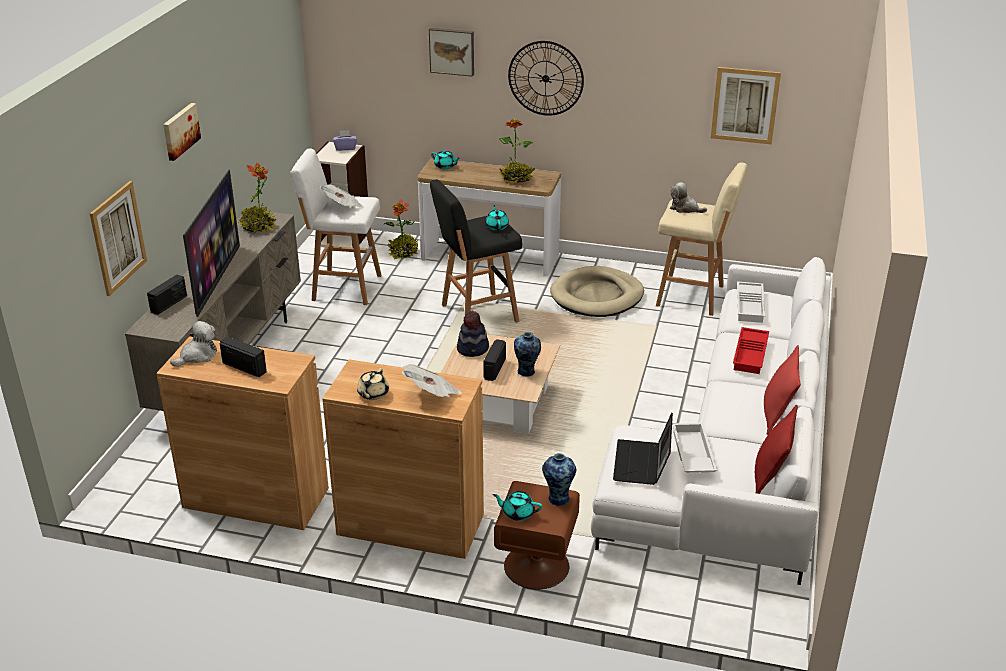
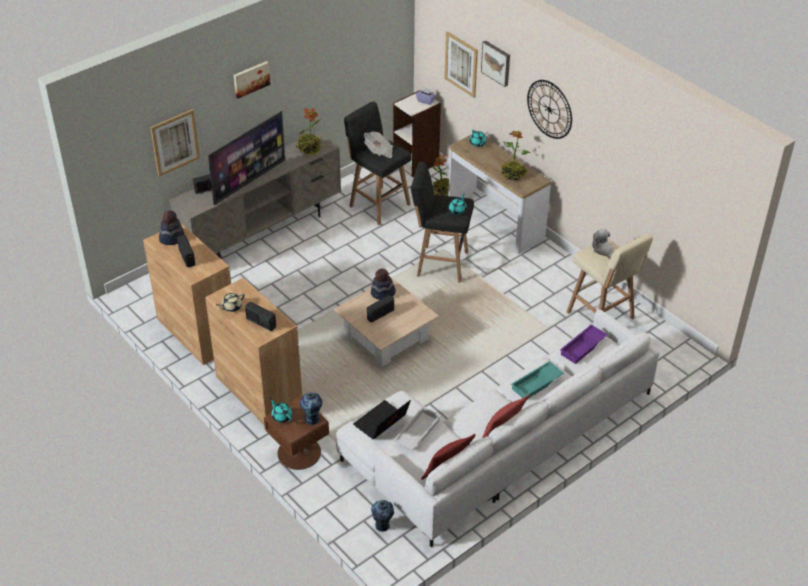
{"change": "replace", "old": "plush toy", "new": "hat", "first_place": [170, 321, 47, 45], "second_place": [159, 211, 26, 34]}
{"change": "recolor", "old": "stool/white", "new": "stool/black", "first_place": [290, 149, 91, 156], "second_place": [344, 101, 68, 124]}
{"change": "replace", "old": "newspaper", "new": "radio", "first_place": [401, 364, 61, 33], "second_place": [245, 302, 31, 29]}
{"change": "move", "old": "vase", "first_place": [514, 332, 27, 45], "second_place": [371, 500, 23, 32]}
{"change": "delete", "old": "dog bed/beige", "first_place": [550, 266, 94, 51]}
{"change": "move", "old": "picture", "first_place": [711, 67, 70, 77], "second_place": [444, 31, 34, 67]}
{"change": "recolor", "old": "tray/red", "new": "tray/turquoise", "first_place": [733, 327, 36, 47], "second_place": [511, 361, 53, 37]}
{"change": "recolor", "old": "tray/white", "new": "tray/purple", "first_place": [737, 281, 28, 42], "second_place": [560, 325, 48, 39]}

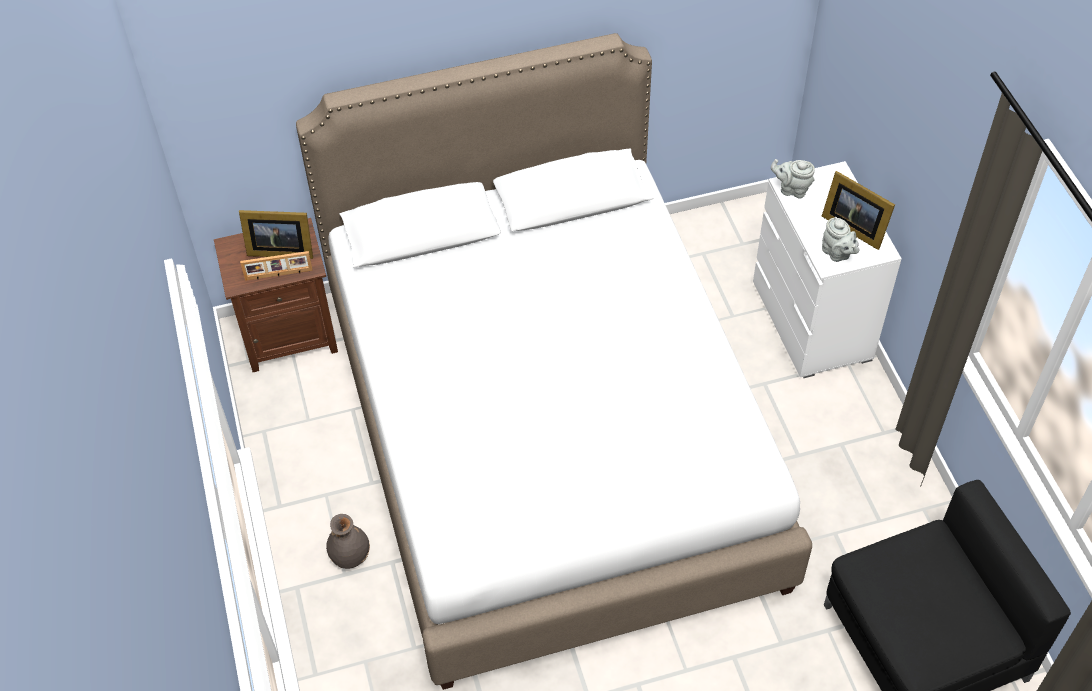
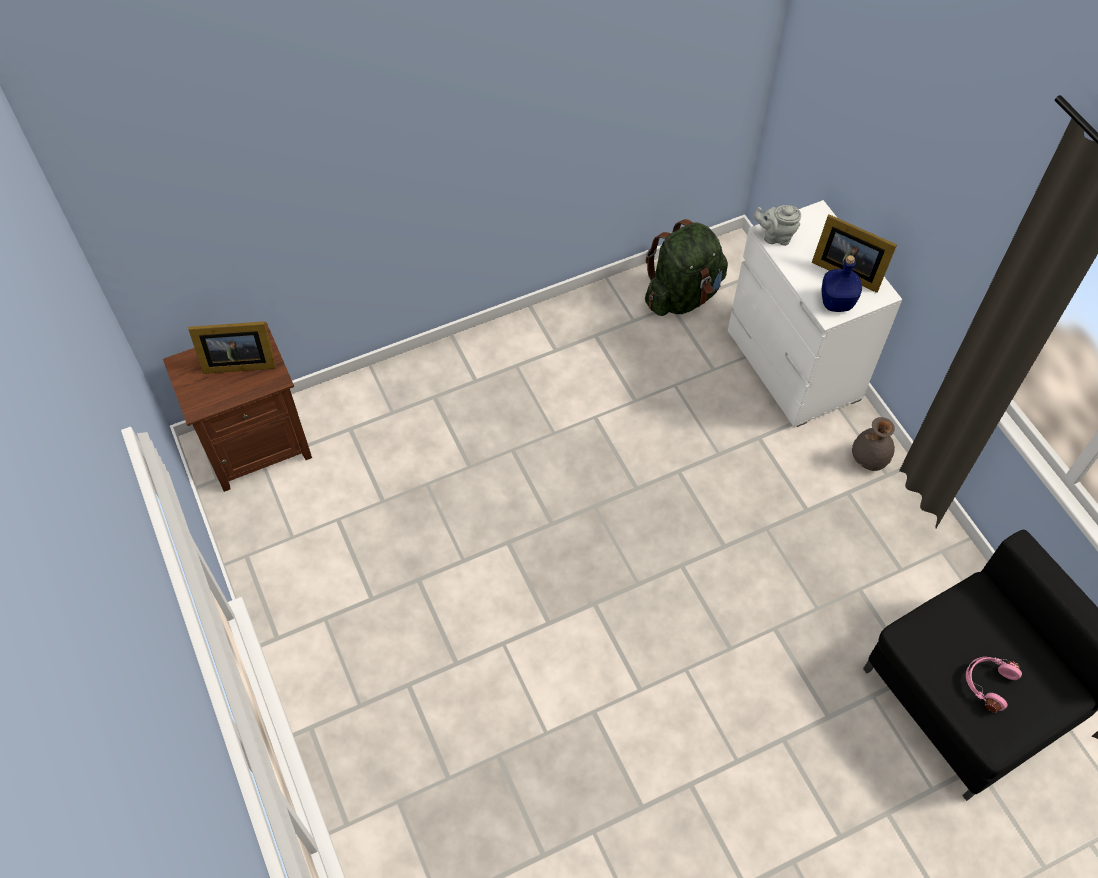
{"change": "delete", "old": "picture frame", "first_place": [240, 251, 73, 30]}
{"change": "delete", "old": "bed/white", "first_place": [296, 33, 516, 657]}
{"change": "move", "old": "vase/grey", "first_place": [326, 514, 44, 55], "second_place": [852, 417, 43, 54]}
{"change": "replace", "old": "teapot/grey", "new": "bottle/blue", "first_place": [822, 217, 37, 45], "second_place": [822, 255, 40, 57]}
{"change": "insert", "new": "backpack/green", "second_place": [645, 219, 83, 97]}
{"change": "insert", "new": "headphones/pink", "second_place": [966, 657, 56, 56]}

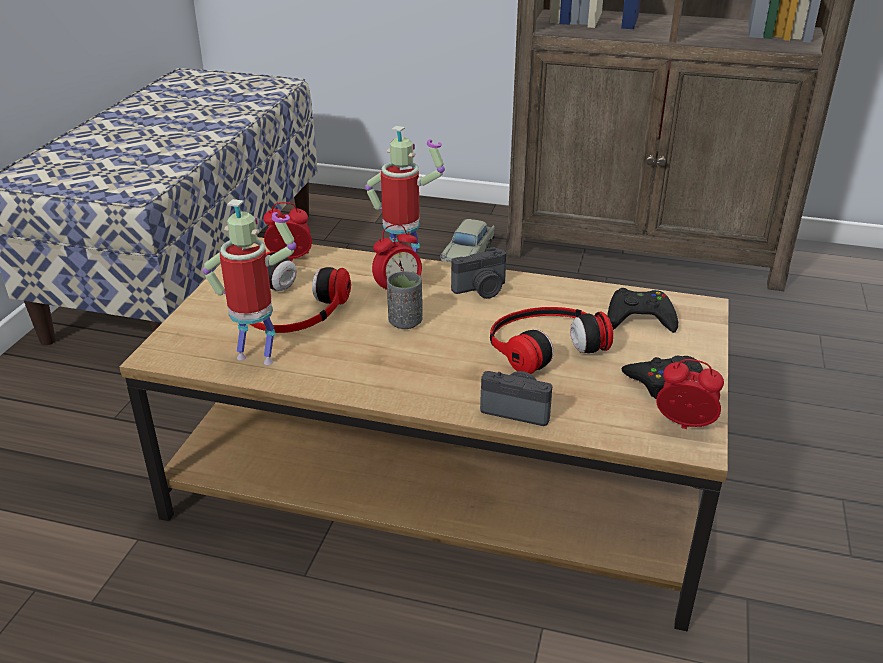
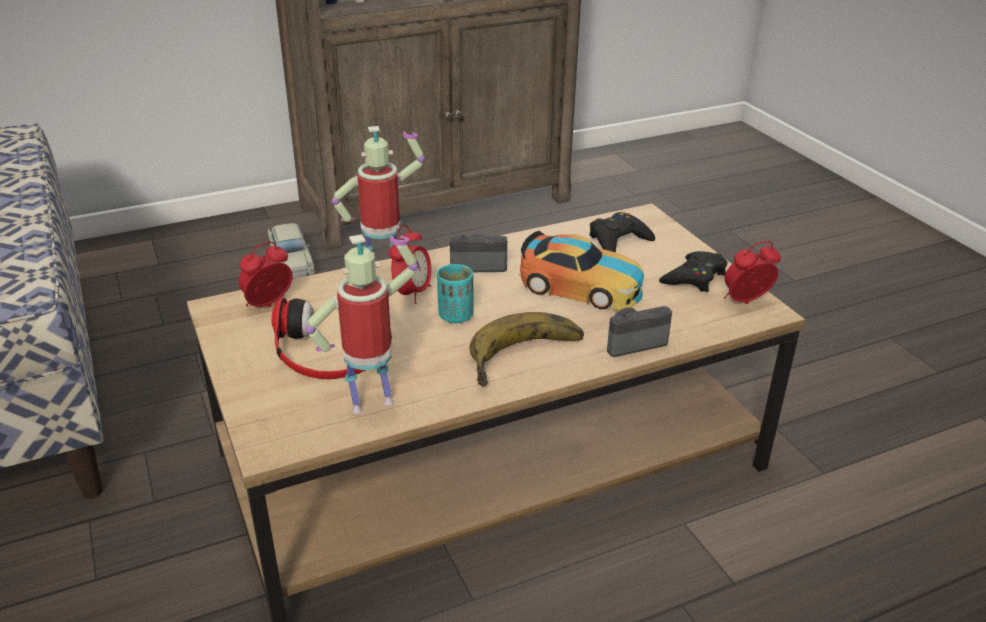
{"change": "recolor", "old": "cup/grey", "new": "cup/turquoise", "first_place": [387, 271, 35, 58], "second_place": [437, 264, 37, 59]}
{"change": "rotate", "old": "photo camera", "first_place": [451, 247, 55, 52], "second_place": [450, 234, 57, 38], "degrees": -120}
{"change": "replace", "old": "headphones", "new": "toy car", "first_place": [490, 307, 123, 67], "second_place": [519, 231, 125, 80]}
{"change": "insert", "new": "banana", "second_place": [470, 312, 114, 74]}

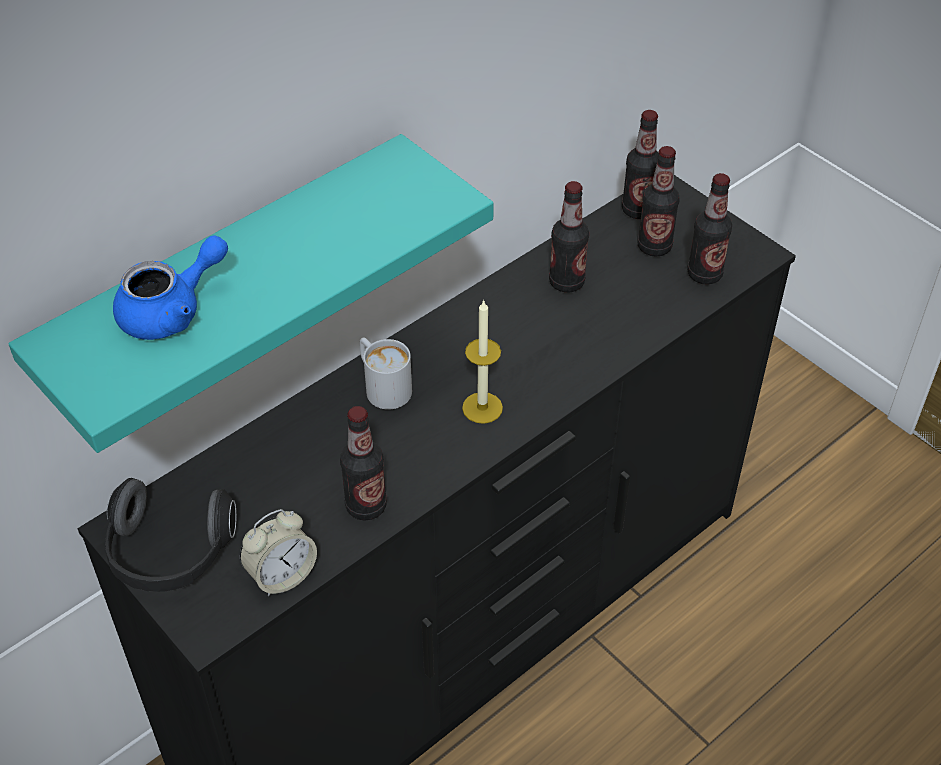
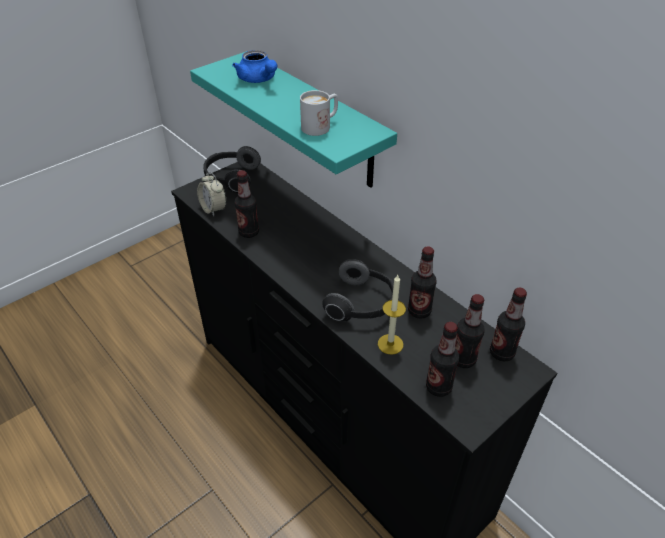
{"change": "move", "old": "mug/white", "first_place": [360, 338, 52, 71], "second_place": [300, 90, 38, 46]}
{"change": "move", "old": "candle", "first_place": [462, 299, 41, 125], "second_place": [378, 275, 28, 80]}
{"change": "insert", "new": "headphones", "second_place": [322, 259, 72, 62]}

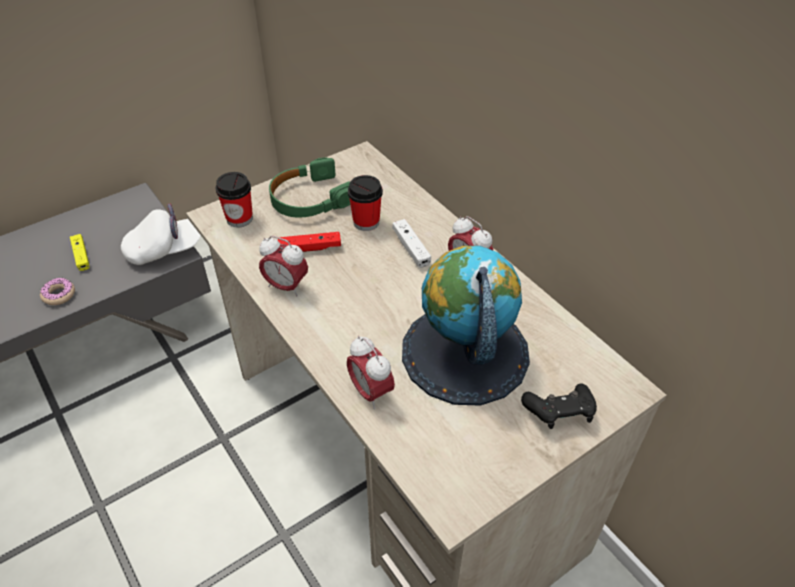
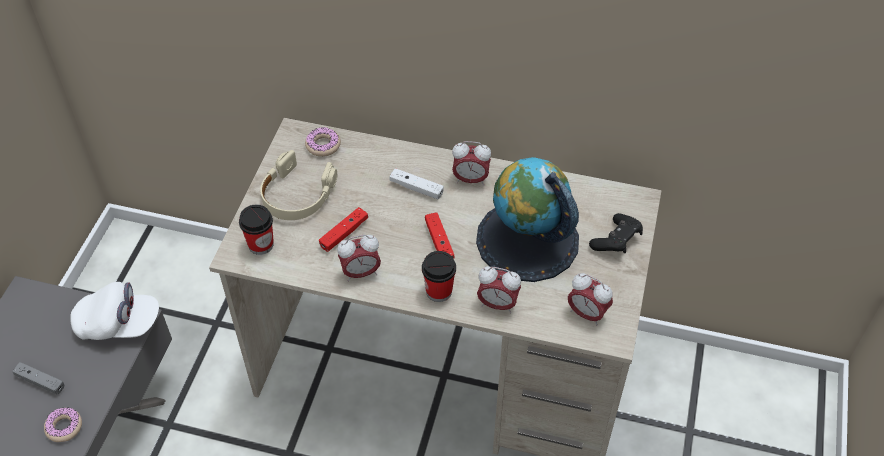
{"change": "recolor", "old": "game controller/yellow", "new": "game controller/grey", "first_place": [70, 234, 20, 37], "second_place": [12, 362, 52, 32]}
{"change": "rotate", "old": "cap/white", "first_place": [121, 203, 80, 62], "second_place": [70, 282, 89, 58], "degrees": 60}
{"change": "recolor", "old": "headphones/green", "new": "headphones/beige", "first_place": [269, 158, 81, 59], "second_place": [260, 150, 77, 70]}
{"change": "move", "old": "cup", "first_place": [348, 175, 35, 56], "second_place": [422, 251, 34, 51]}
{"change": "insert", "new": "donut", "second_place": [305, 127, 36, 30]}
{"change": "insert", "new": "game controller/red", "second_place": [425, 212, 29, 47]}
{"change": "insert", "new": "alarm clock", "second_place": [568, 273, 45, 53]}

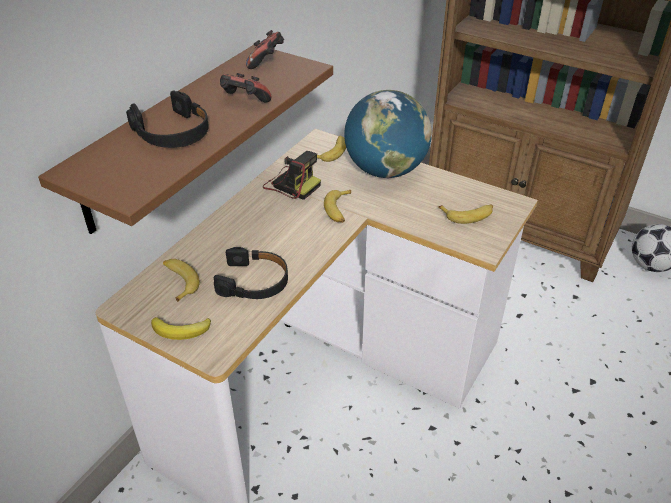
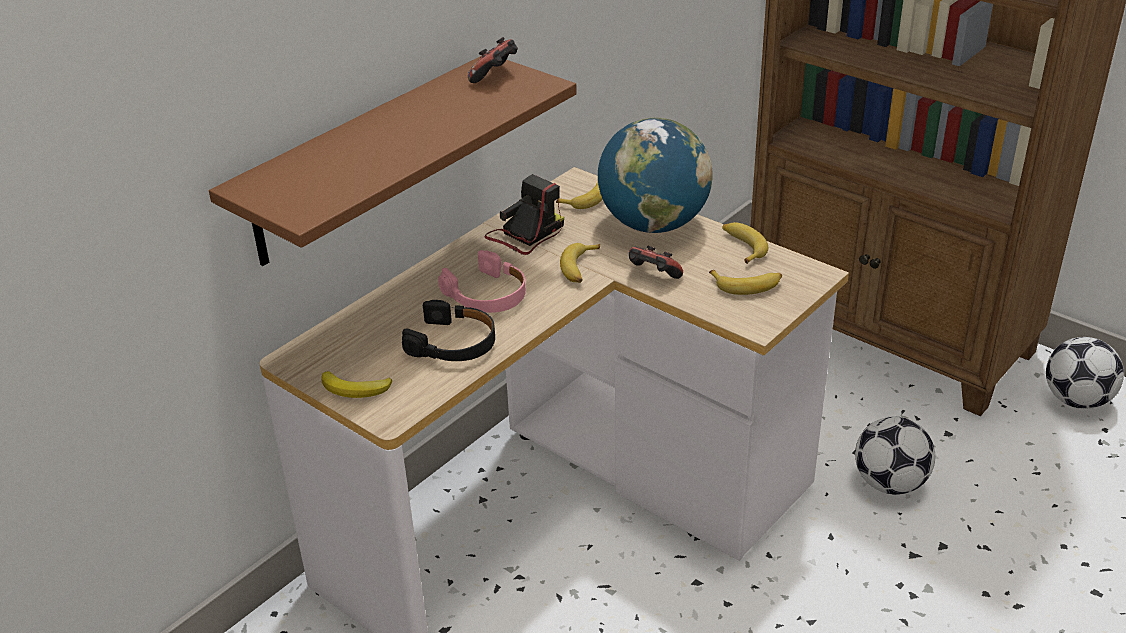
{"change": "delete", "old": "headphones/black", "first_place": [126, 91, 83, 57]}
{"change": "move", "old": "banana", "first_place": [163, 259, 37, 43], "second_place": [722, 222, 46, 42]}
{"change": "move", "old": "game controller", "first_place": [220, 73, 51, 30], "second_place": [629, 246, 54, 33]}
{"change": "rotate", "old": "photo camera", "first_place": [263, 151, 58, 49], "second_place": [485, 174, 79, 81], "degrees": -90}
{"change": "insert", "new": "headphones/pink", "second_place": [438, 250, 88, 63]}
{"change": "insert", "new": "football", "second_place": [855, 416, 80, 79]}

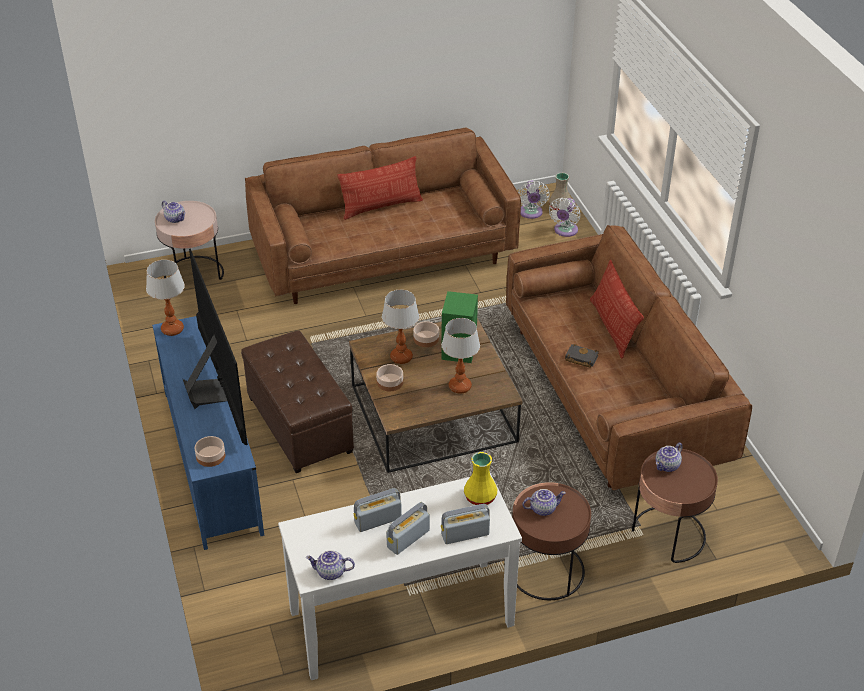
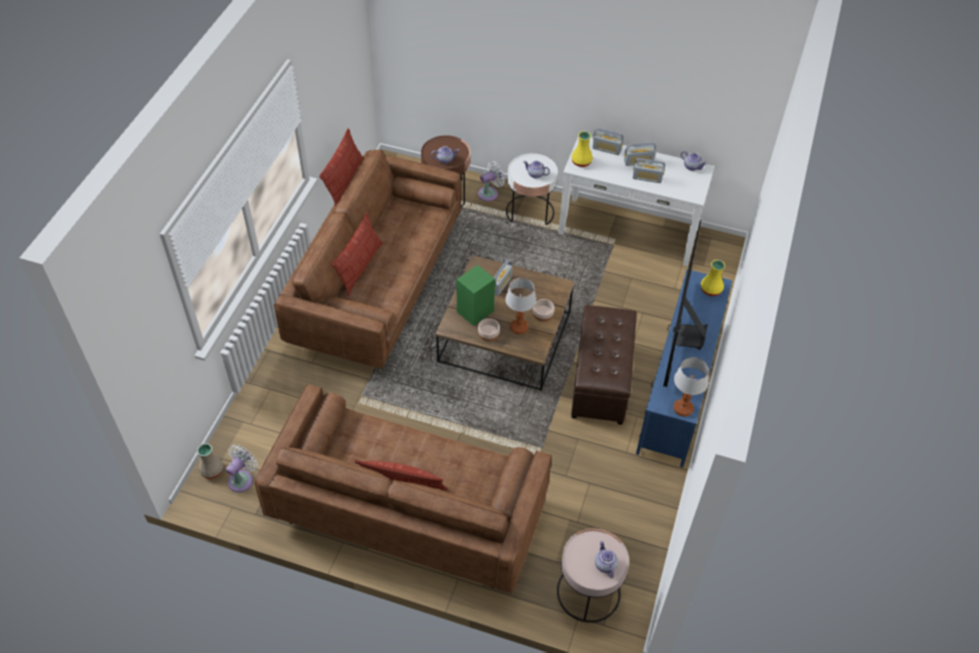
{"change": "replace", "old": "bowl", "new": "vase/yellow", "first_place": [195, 436, 31, 31], "second_place": [701, 260, 24, 36]}
{"change": "replace", "old": "table lamp", "new": "radio", "first_place": [442, 318, 38, 75], "second_place": [494, 260, 18, 36]}
{"change": "recolor", "old": "side table/brown", "new": "side table/white", "first_place": [512, 482, 79, 118], "second_place": [506, 153, 52, 72]}
{"change": "move", "old": "fan/white", "first_place": [549, 198, 31, 39], "second_place": [478, 161, 27, 40]}
{"change": "delete", "old": "book/black", "first_place": [565, 344, 34, 23]}
{"change": "insert", "new": "pillow", "second_place": [319, 128, 45, 78]}

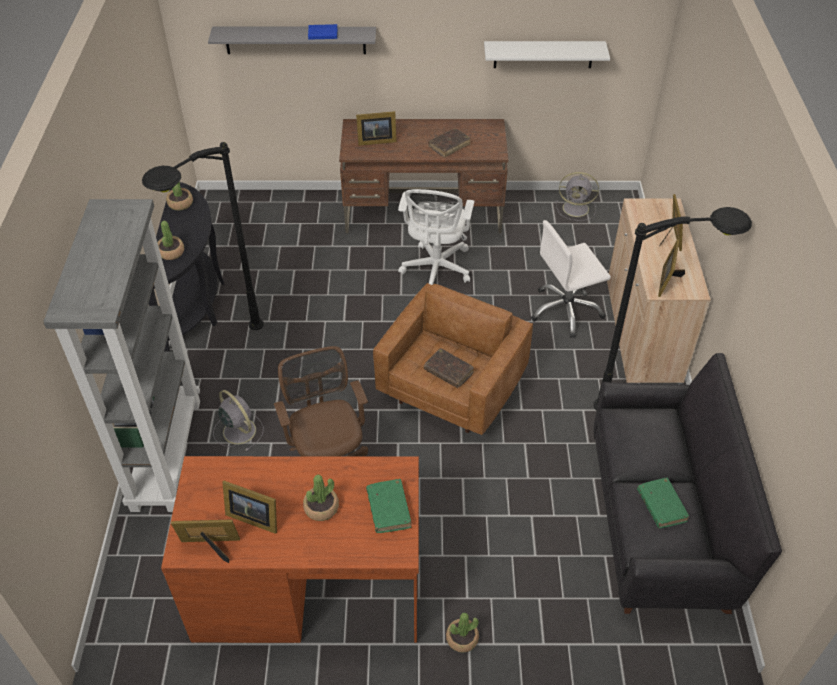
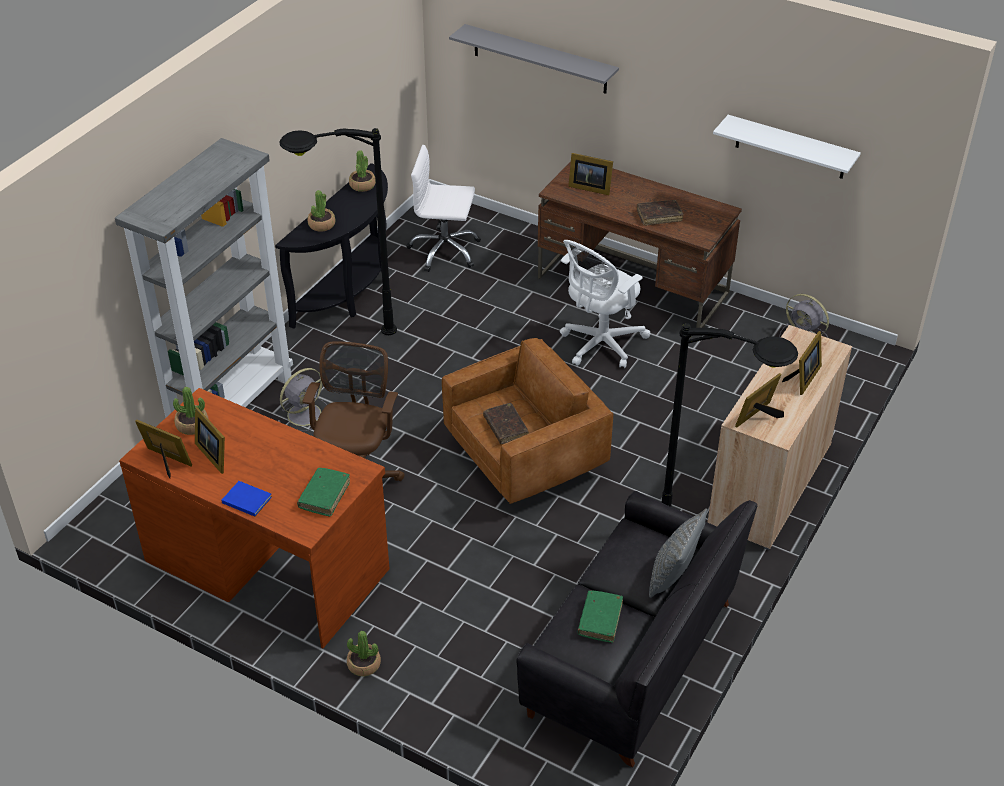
{"change": "rotate", "old": "fan/grey", "first_place": [213, 390, 51, 61], "second_place": [278, 368, 49, 63], "degrees": 60}
{"change": "move", "old": "potted plant", "first_place": [303, 475, 36, 46], "second_place": [173, 387, 35, 48]}
{"change": "move", "old": "book/blue", "first_place": [308, 24, 29, 16], "second_place": [222, 481, 50, 35]}
{"change": "move", "old": "office chair/white", "first_place": [531, 220, 80, 118], "second_place": [407, 145, 74, 127]}
{"change": "insert", "new": "pillow/grey", "second_place": [649, 508, 58, 90]}

